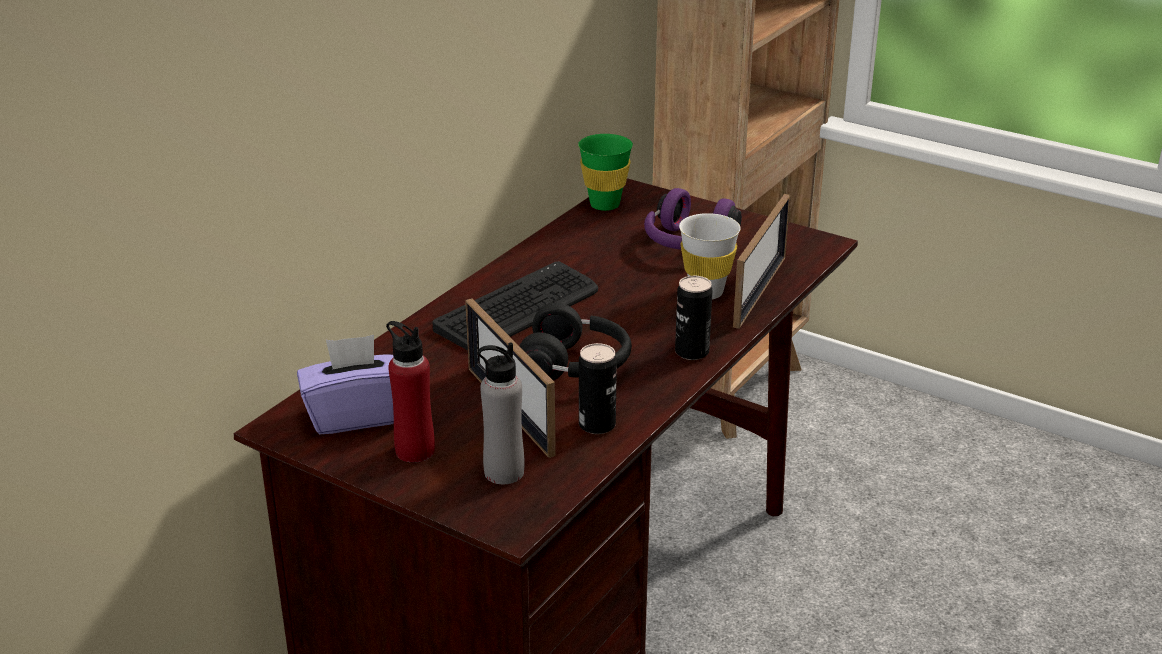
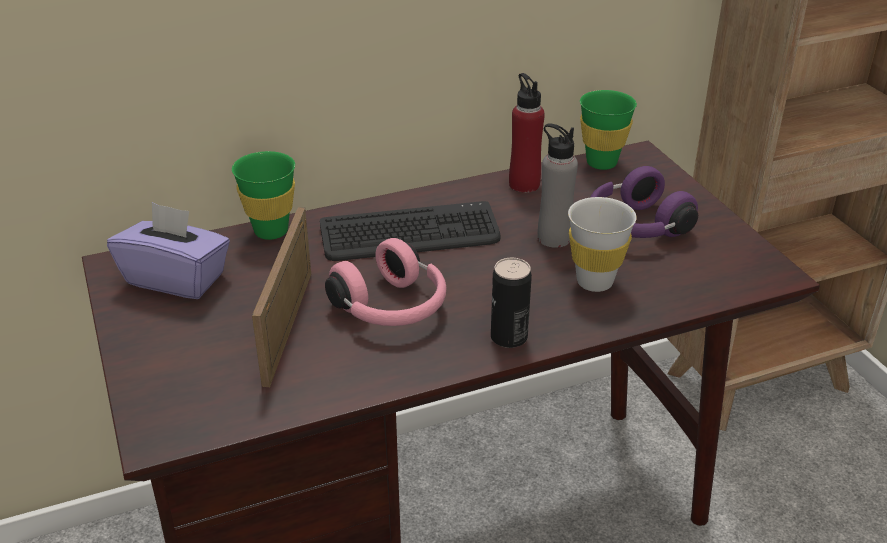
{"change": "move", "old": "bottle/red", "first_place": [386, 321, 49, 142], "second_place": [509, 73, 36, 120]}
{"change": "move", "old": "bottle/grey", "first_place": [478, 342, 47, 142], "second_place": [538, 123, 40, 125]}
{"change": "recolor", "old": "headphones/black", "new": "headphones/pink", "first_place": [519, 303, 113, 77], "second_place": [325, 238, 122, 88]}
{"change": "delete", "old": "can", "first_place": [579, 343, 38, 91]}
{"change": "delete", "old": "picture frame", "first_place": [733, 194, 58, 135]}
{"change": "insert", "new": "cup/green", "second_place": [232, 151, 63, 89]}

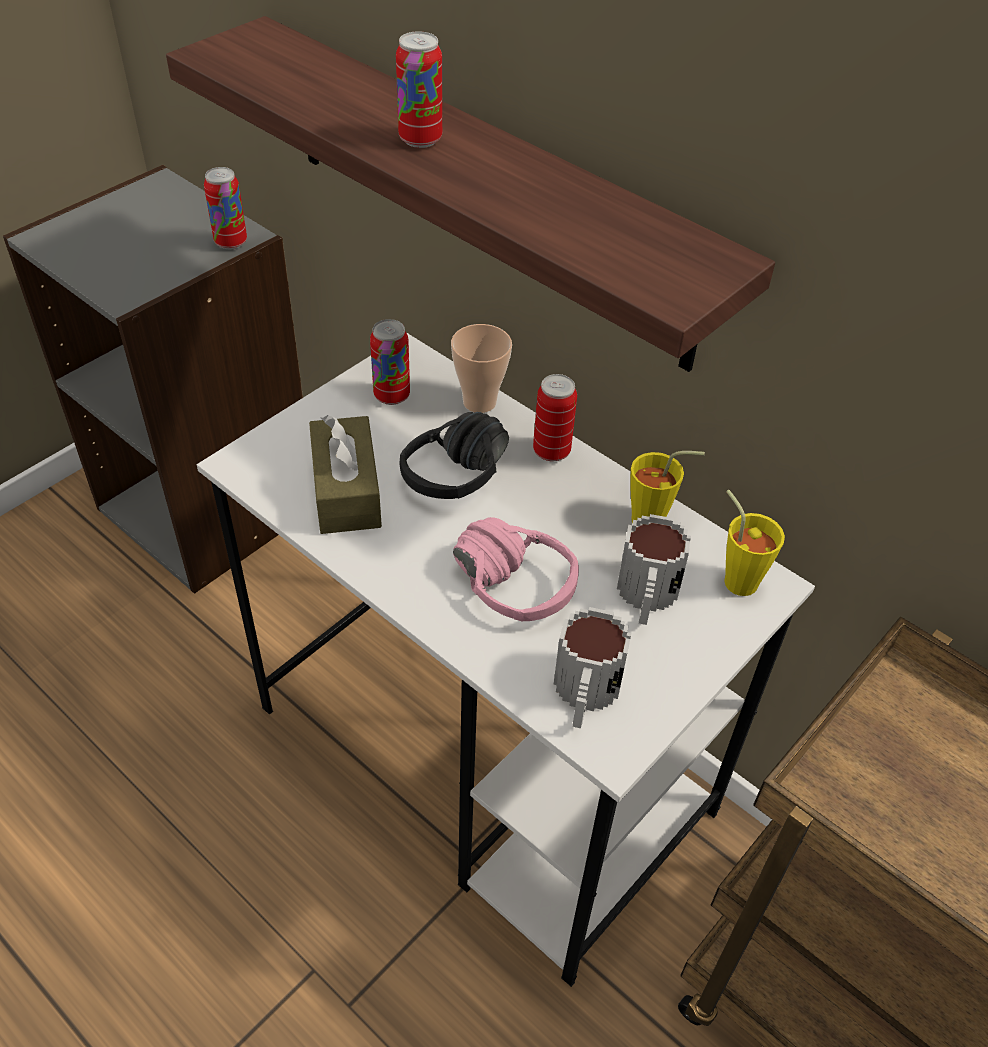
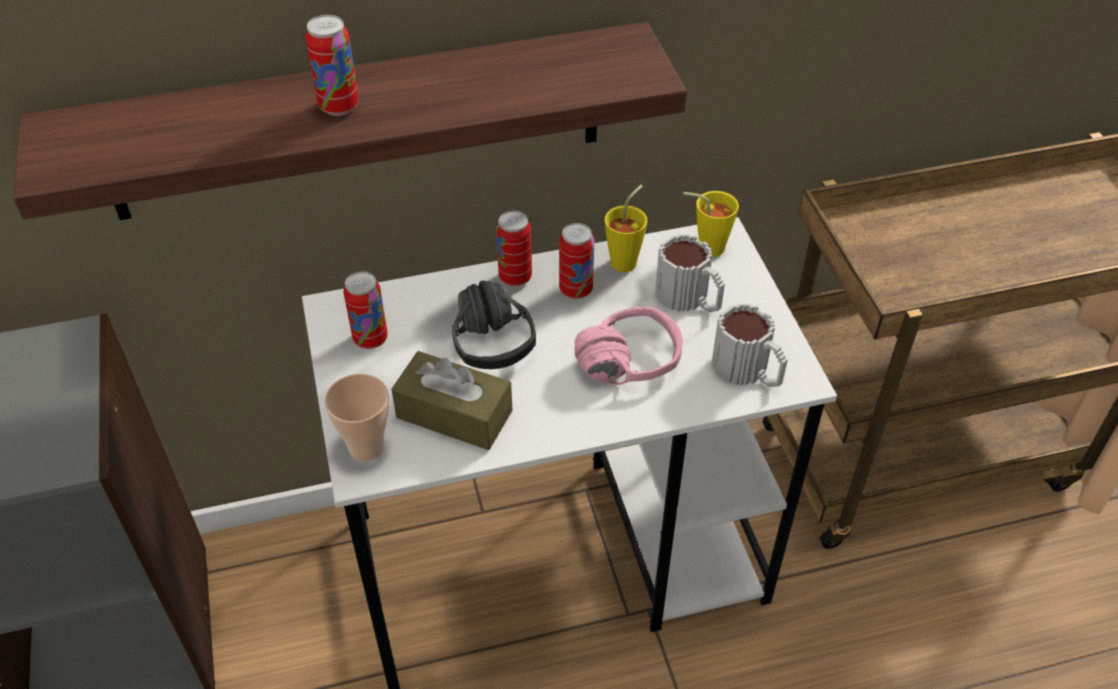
{"change": "move", "old": "can", "first_place": [204, 167, 43, 82], "second_place": [559, 223, 35, 76]}
{"change": "move", "old": "cup", "first_place": [451, 324, 61, 89], "second_place": [324, 374, 65, 87]}

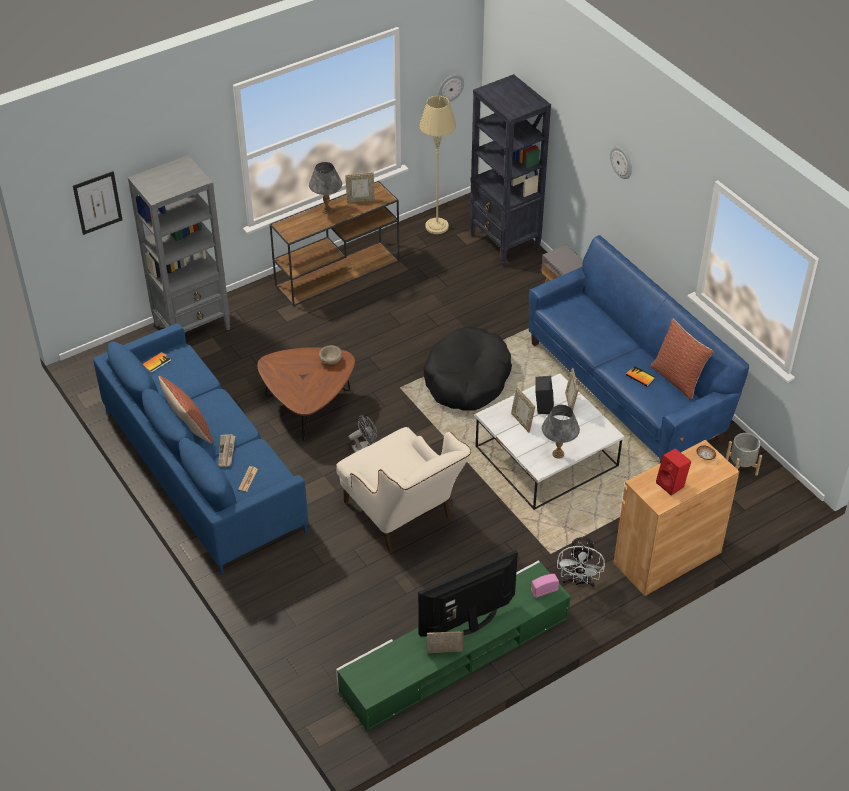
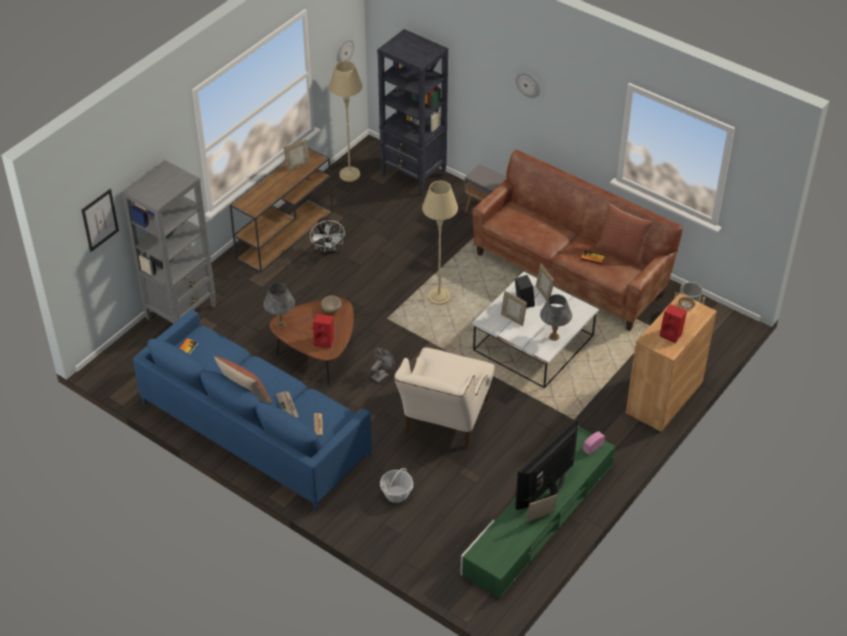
{"change": "move", "old": "table lamp/grey", "first_place": [309, 162, 33, 52], "second_place": [263, 283, 32, 46]}
{"change": "rotate", "old": "armchair/beige", "first_place": [336, 427, 135, 125], "second_place": [394, 347, 100, 102], "degrees": 75}
{"change": "replace", "old": "dog bed/black", "new": "floor lamp/beige", "first_place": [424, 327, 88, 84], "second_place": [422, 181, 36, 124]}
{"change": "recolor", "old": "sofa/blue", "new": "sofa/brown", "first_place": [529, 235, 220, 228], "second_place": [472, 150, 210, 181]}
{"change": "move", "old": "fan/white", "first_place": [557, 535, 48, 52], "second_place": [310, 216, 35, 41]}
{"change": "insert", "new": "speaker/red", "second_place": [313, 314, 21, 34]}
{"change": "insert", "new": "basket", "second_place": [380, 468, 33, 35]}

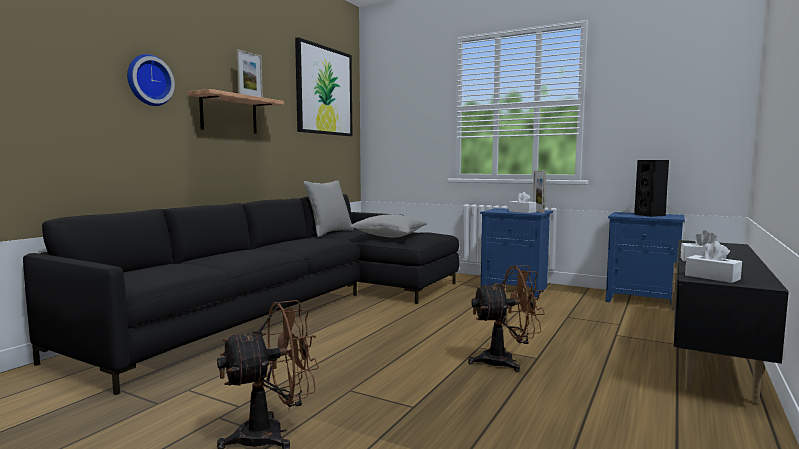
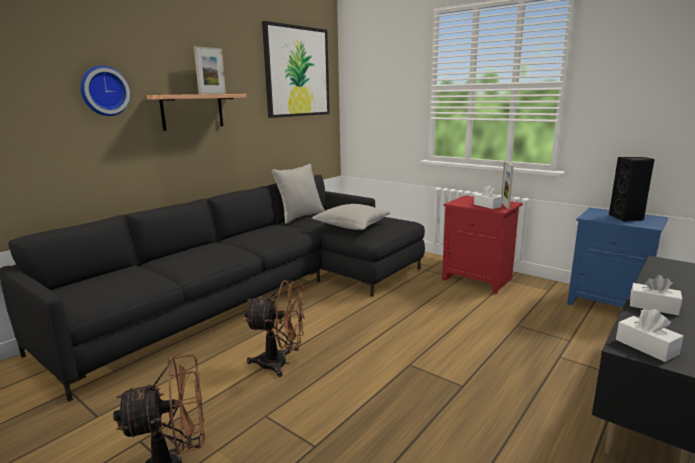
{"change": "move", "old": "fan/brown", "first_place": [468, 265, 77, 107], "second_place": [244, 280, 61, 97]}
{"change": "recolor", "old": "nightstand/blue", "new": "nightstand/red", "first_place": [480, 208, 73, 90], "second_place": [442, 196, 81, 98]}

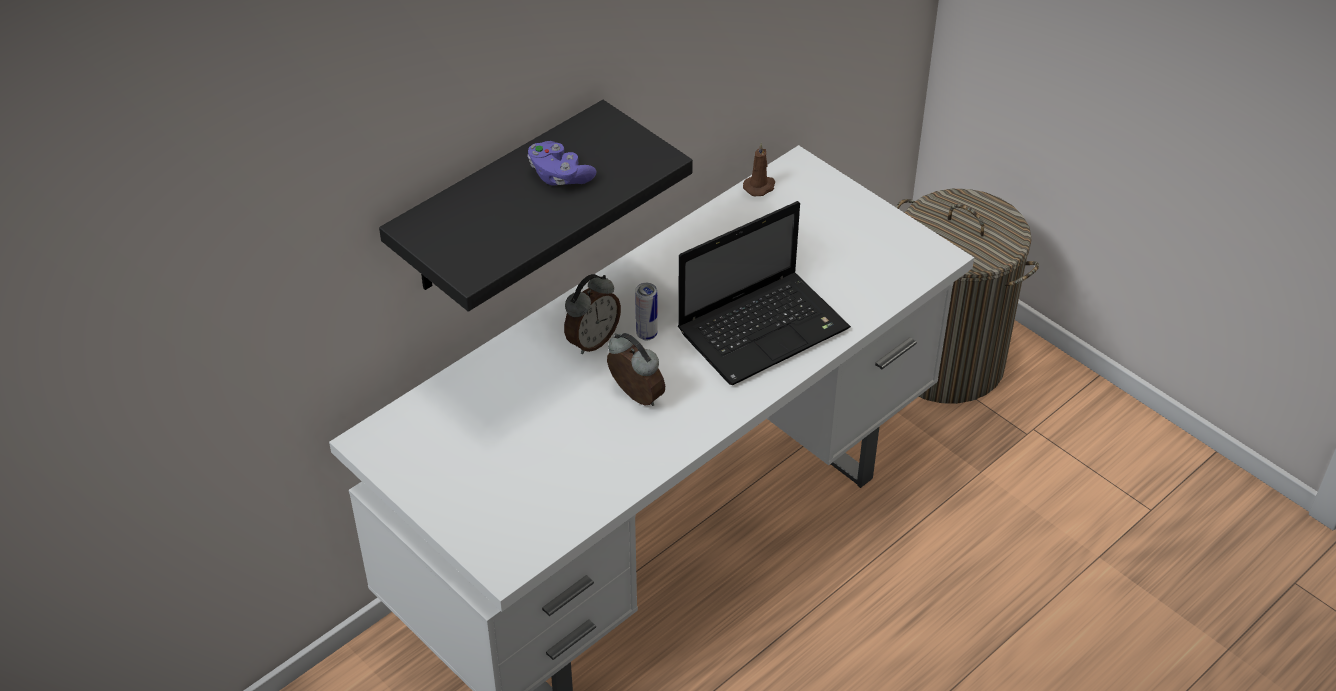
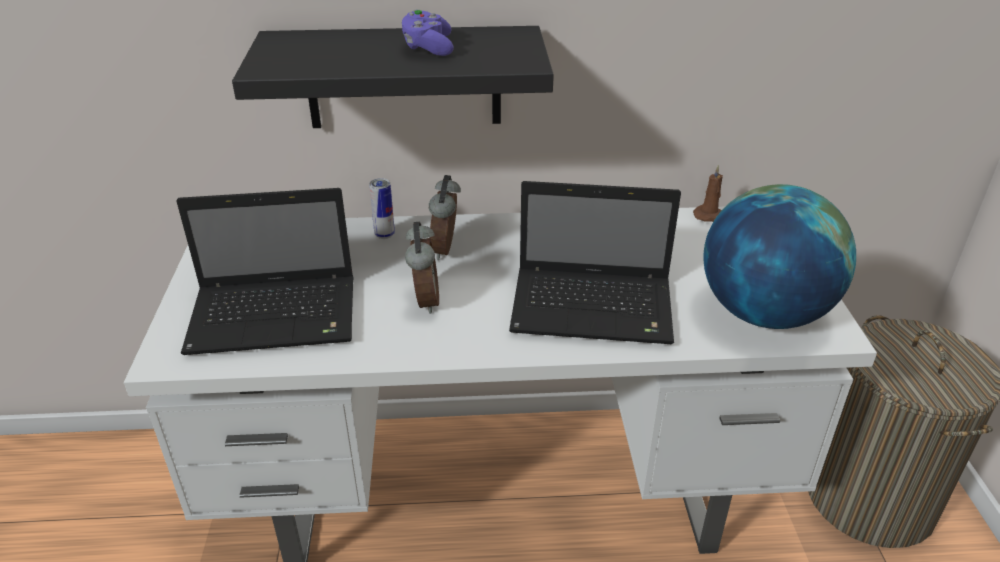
{"change": "rotate", "old": "alarm clock", "first_place": [564, 274, 57, 80], "second_place": [429, 175, 32, 85], "degrees": 105}
{"change": "move", "old": "can", "first_place": [635, 283, 23, 57], "second_place": [369, 178, 26, 61]}
{"change": "insert", "new": "laptop", "second_place": [176, 188, 178, 167]}
{"change": "insert", "new": "globe", "second_place": [703, 184, 153, 145]}

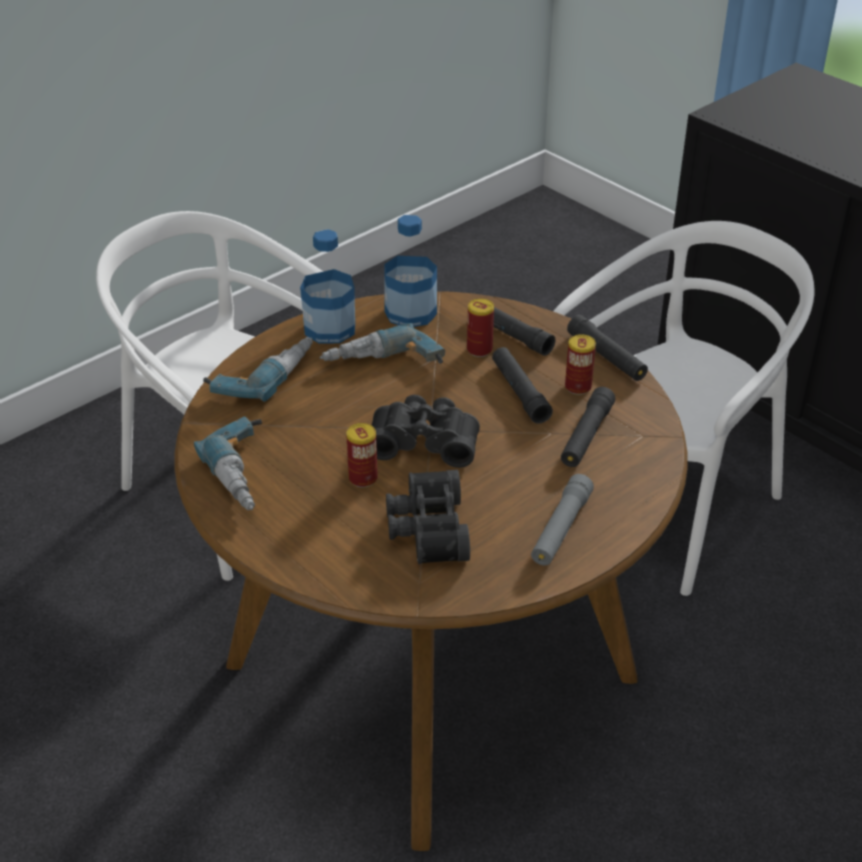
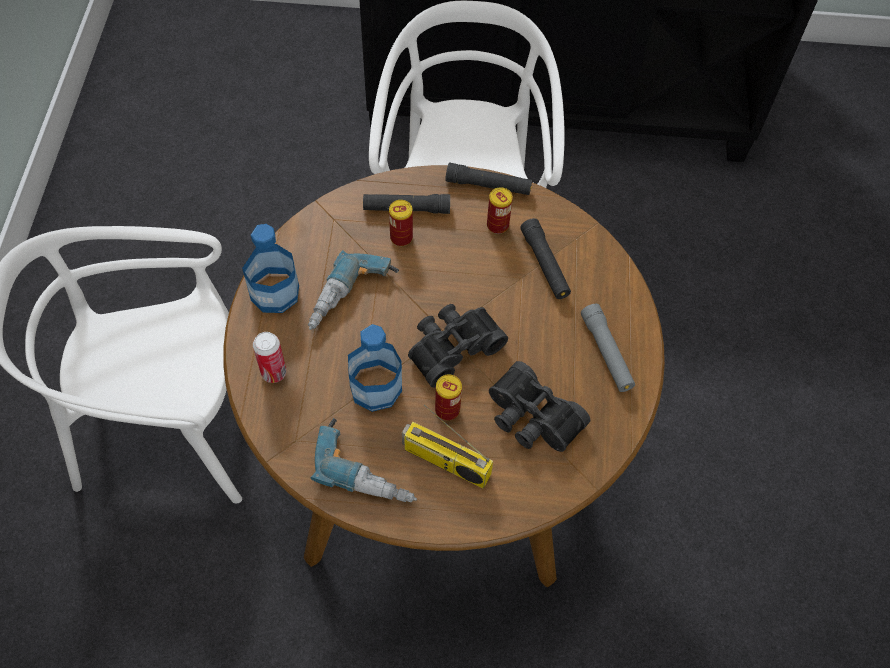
{"change": "replace", "old": "power drill", "new": "can", "first_place": [203, 337, 110, 65], "second_place": [253, 332, 33, 51]}
{"change": "move", "old": "bottle", "first_place": [384, 215, 53, 112], "second_place": [348, 324, 54, 88]}
{"change": "delete", "old": "flashlight/black", "first_place": [492, 347, 61, 77]}
{"change": "insert", "new": "radio", "second_place": [402, 405, 91, 84]}

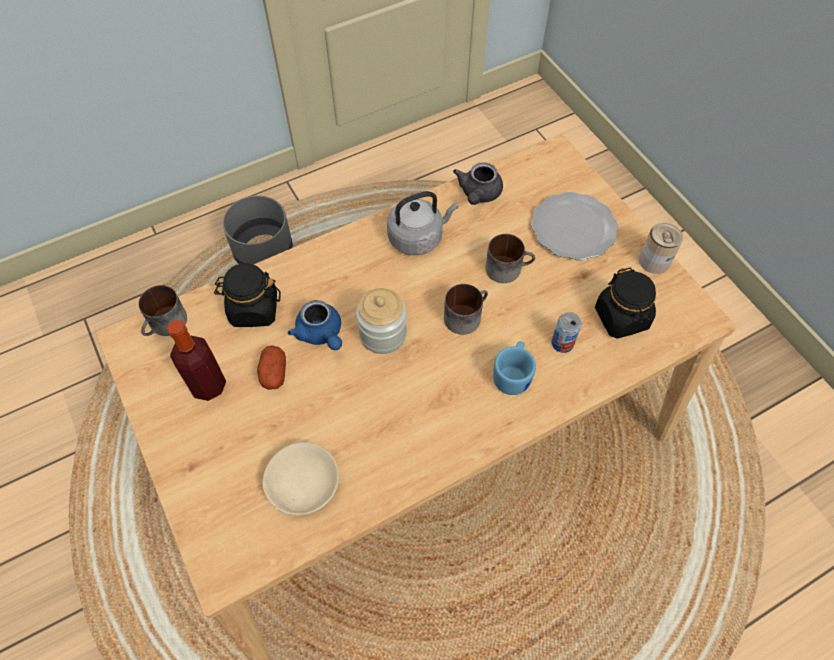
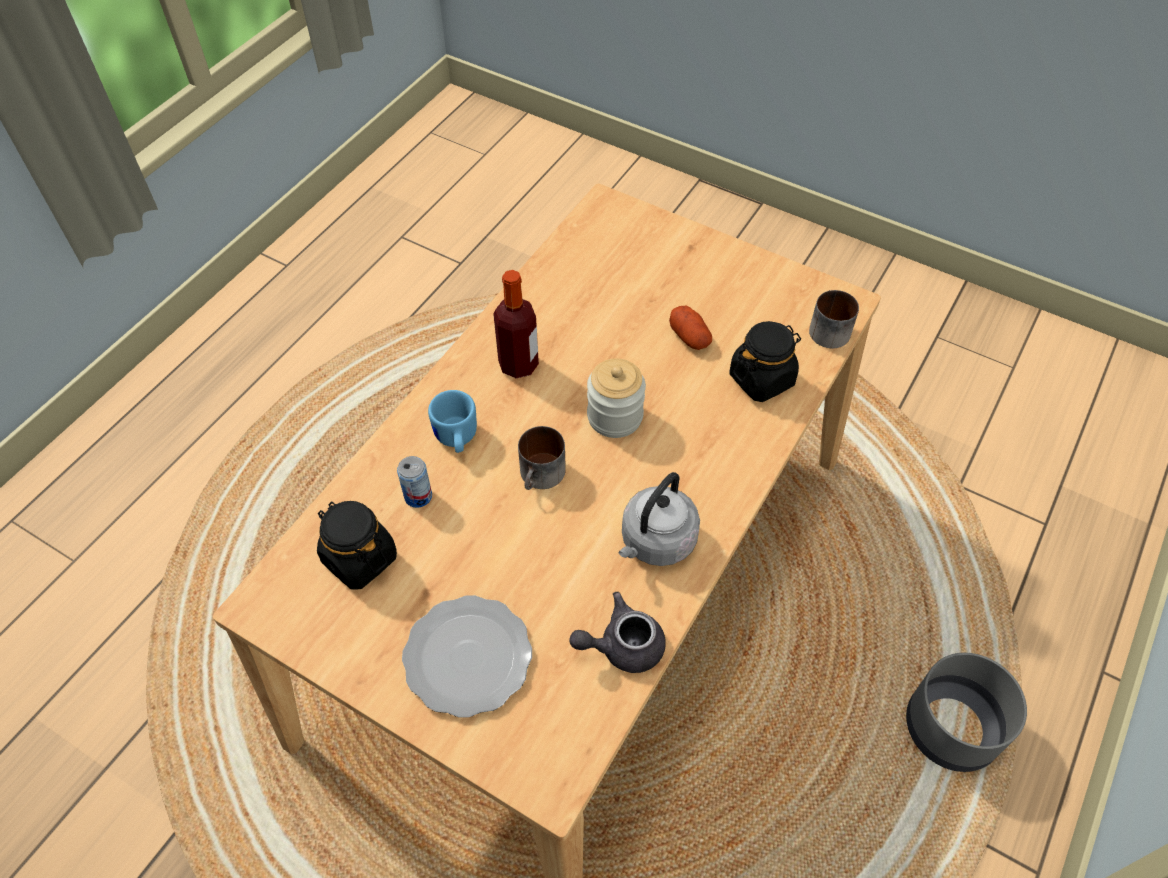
{"change": "move", "old": "bottle", "first_place": [167, 320, 59, 81], "second_place": [493, 270, 46, 109]}
{"change": "delete", "old": "bowl/beige", "first_place": [262, 442, 77, 73]}
{"change": "delete", "old": "teapot/blue", "first_place": [288, 300, 54, 50]}
{"change": "rotate", "old": "teapot/grey", "first_place": [453, 162, 50, 43], "second_place": [569, 592, 97, 81], "degrees": -90}
{"change": "delete", "old": "mug", "first_place": [485, 234, 50, 49]}
{"change": "delete", "old": "can", "first_place": [639, 222, 44, 52]}

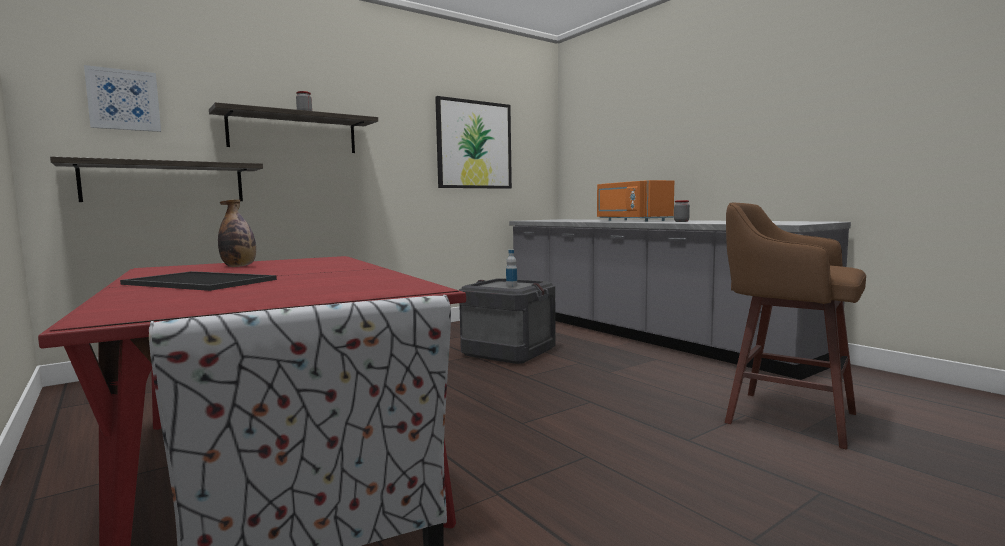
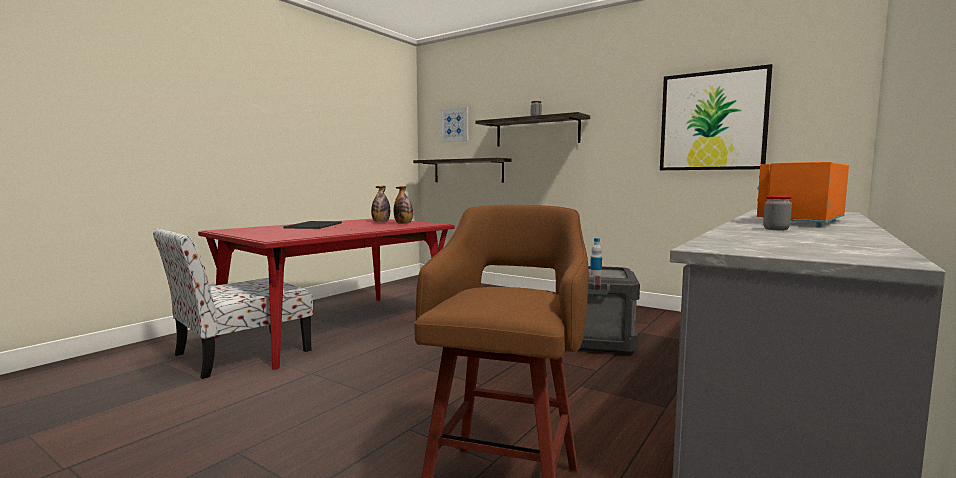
{"change": "insert", "new": "bottle", "second_place": [394, 186, 19, 38]}

